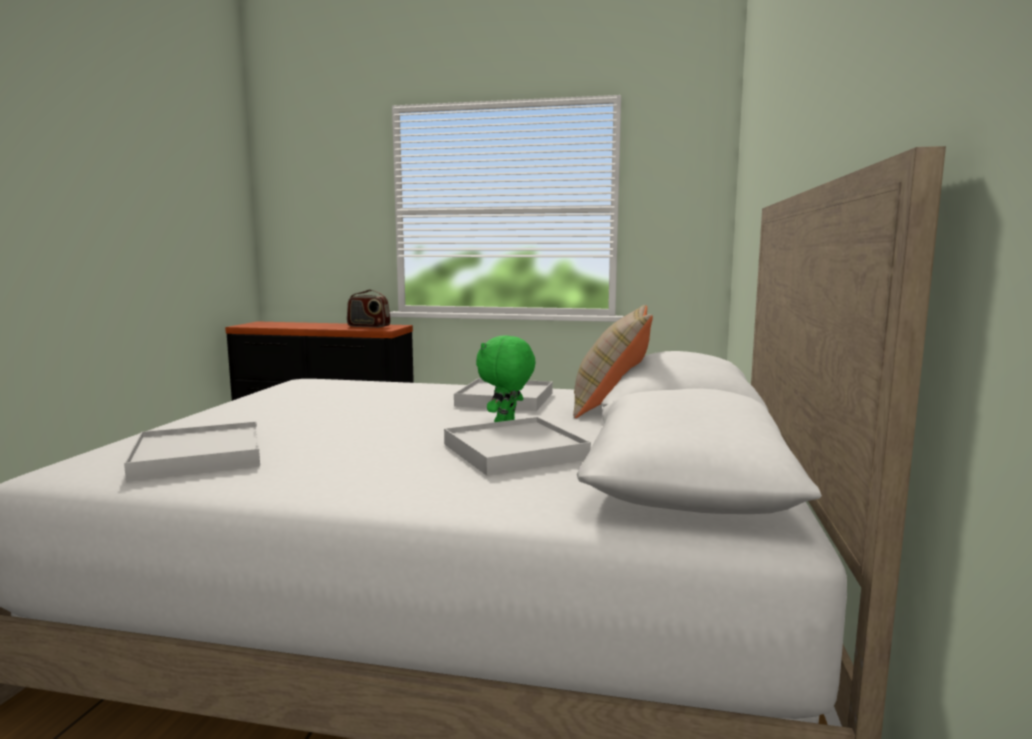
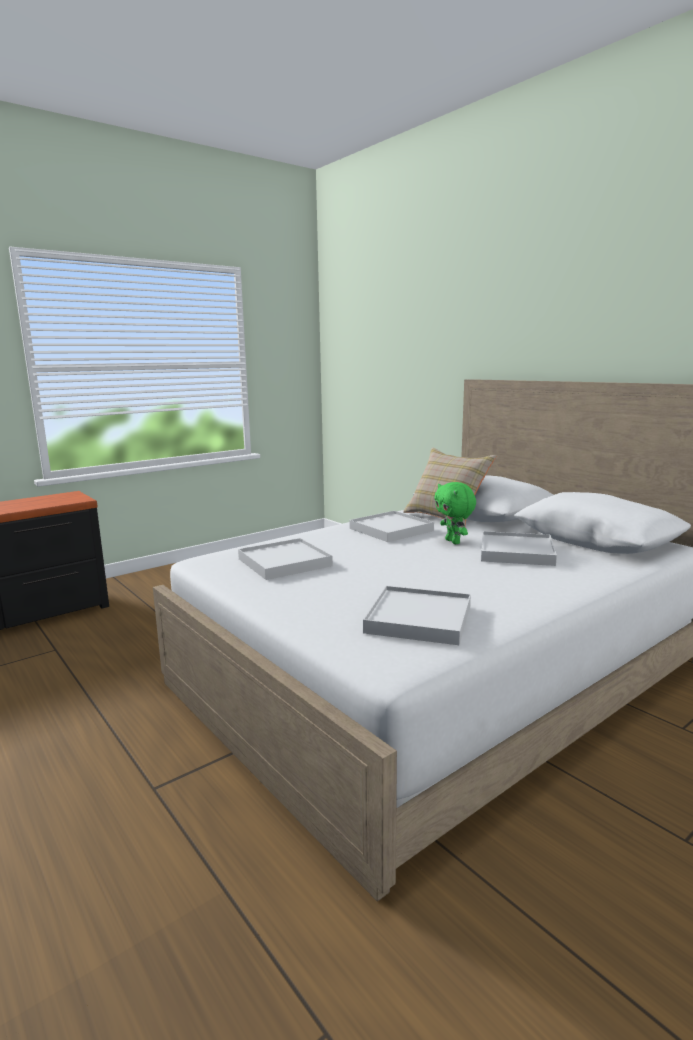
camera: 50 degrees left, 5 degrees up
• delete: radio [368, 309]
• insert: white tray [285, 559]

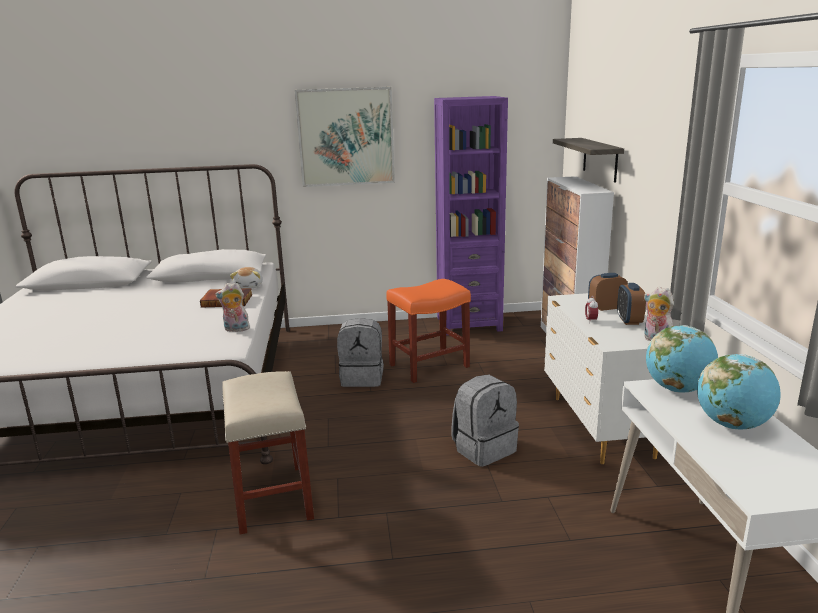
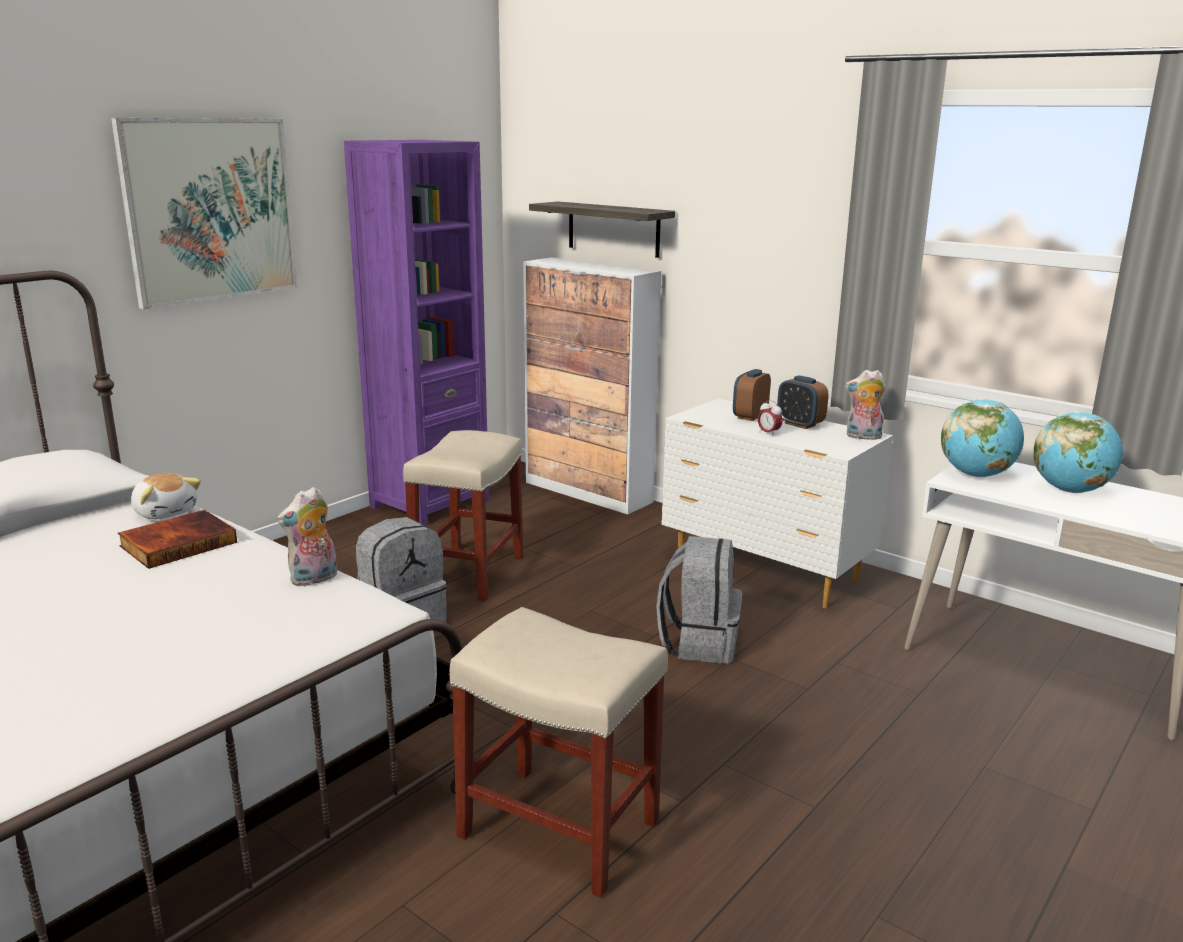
camera: 45 degrees left, 0 degrees up
• recolor: orange stool [428, 331] to beige stool [463, 515]

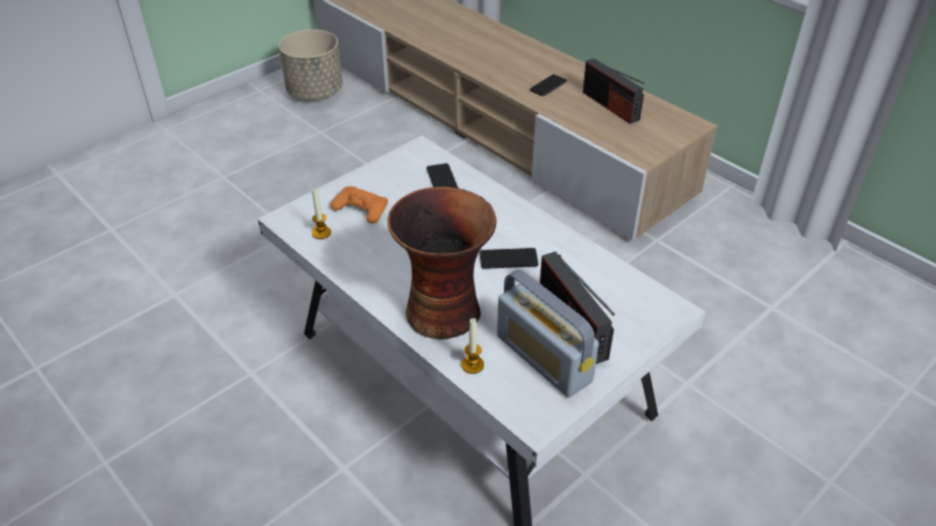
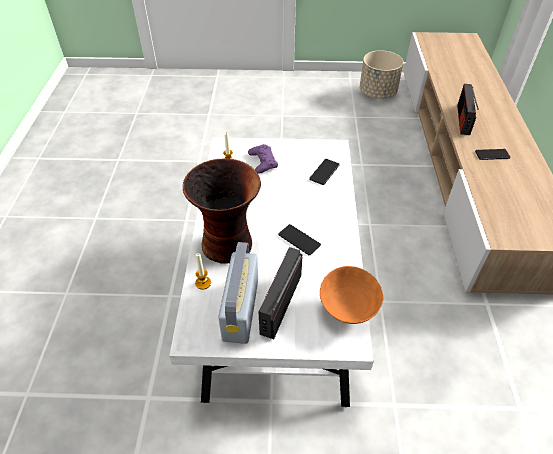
camera: 45 degrees right, 5 degrees up
• recolor: orange game controller [359, 205] to purple game controller [263, 159]
• move: radio [614, 91] to [468, 109]
• insert: orange bowl [351, 295]

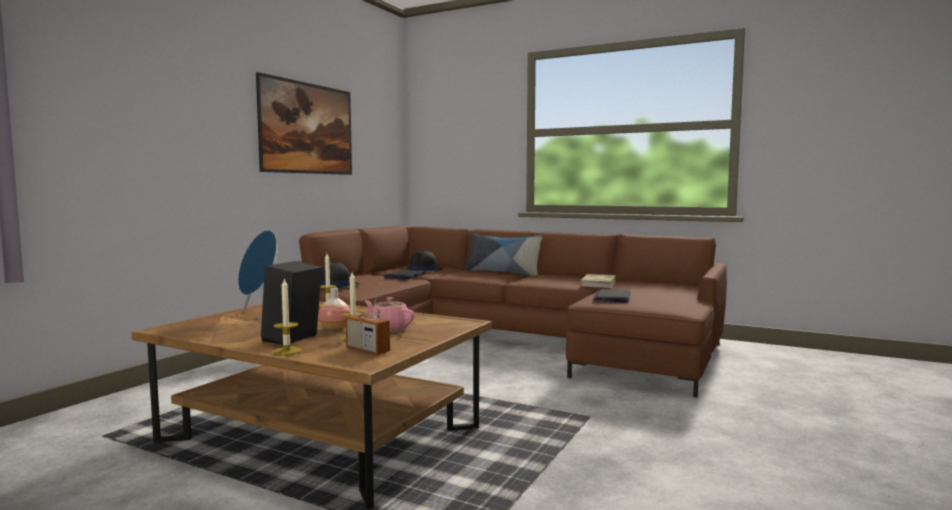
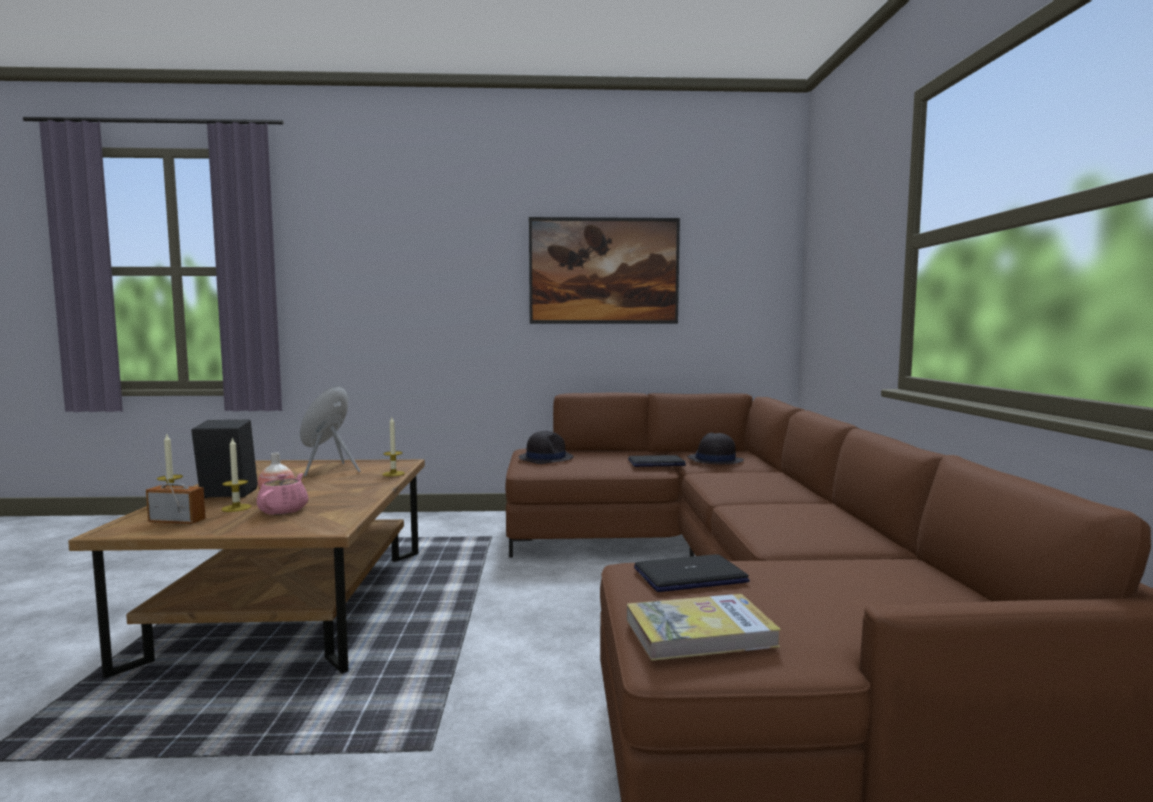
camera: 60 degrees right, 0 degrees up
• rotate: radio [368, 319] = [176, 488] 90 degrees clockwise
• delete: pillow [503, 254]
• move: book [598, 281] to [704, 627]

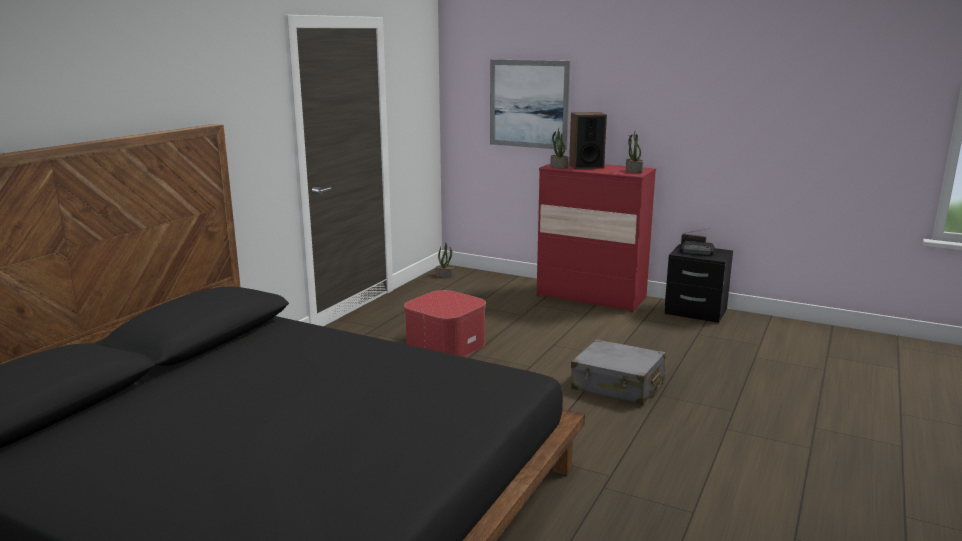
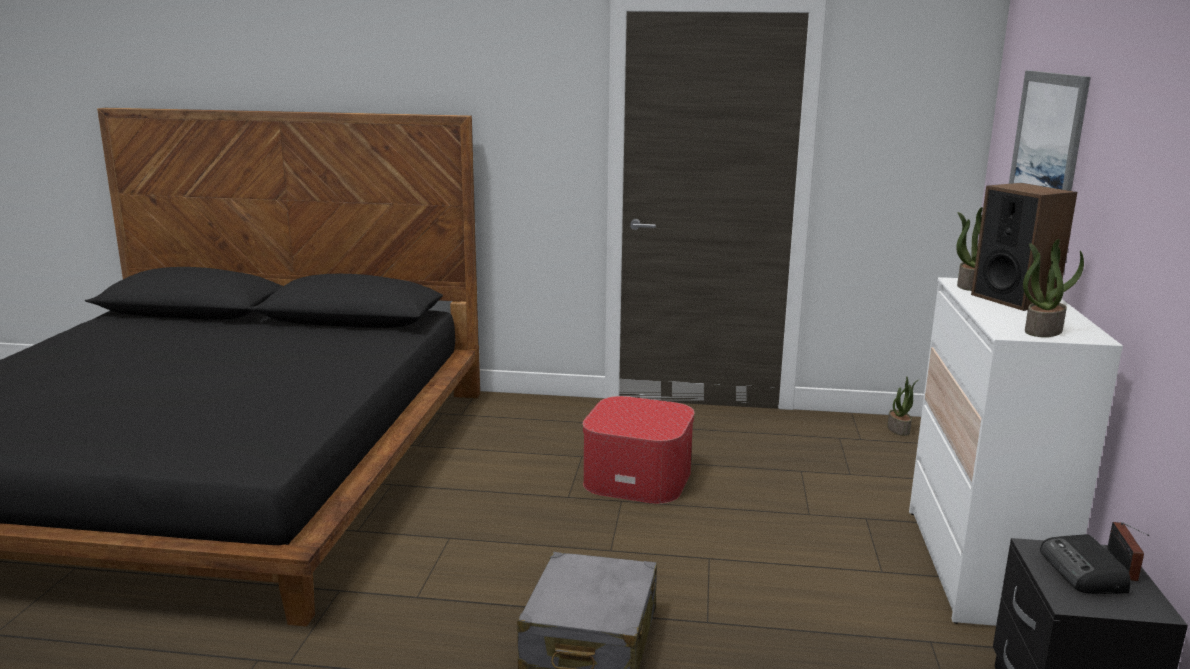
camera: 70 degrees right, 0 degrees up
• recolor: red dresser [596, 236] to white dresser [1016, 451]

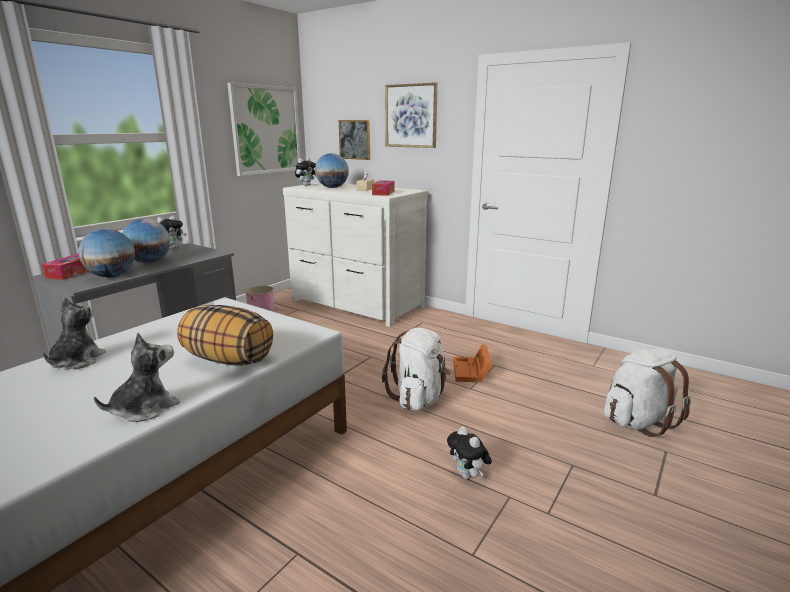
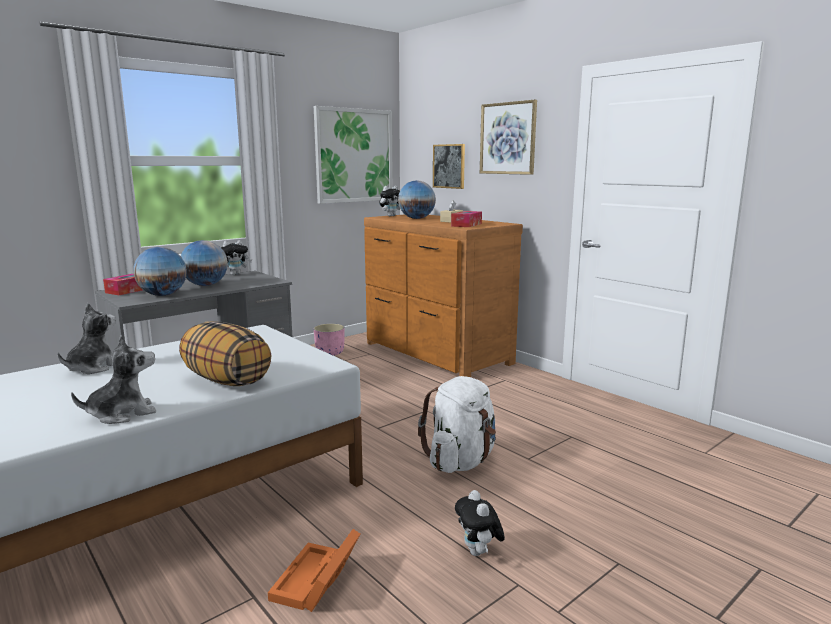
camera: 15 degrees right, 5 degrees down
• recolor: white dresser [355, 255] to brown dresser [443, 295]
• move: orange storage box [472, 363] to [314, 570]
• delete: white backpack [647, 392]

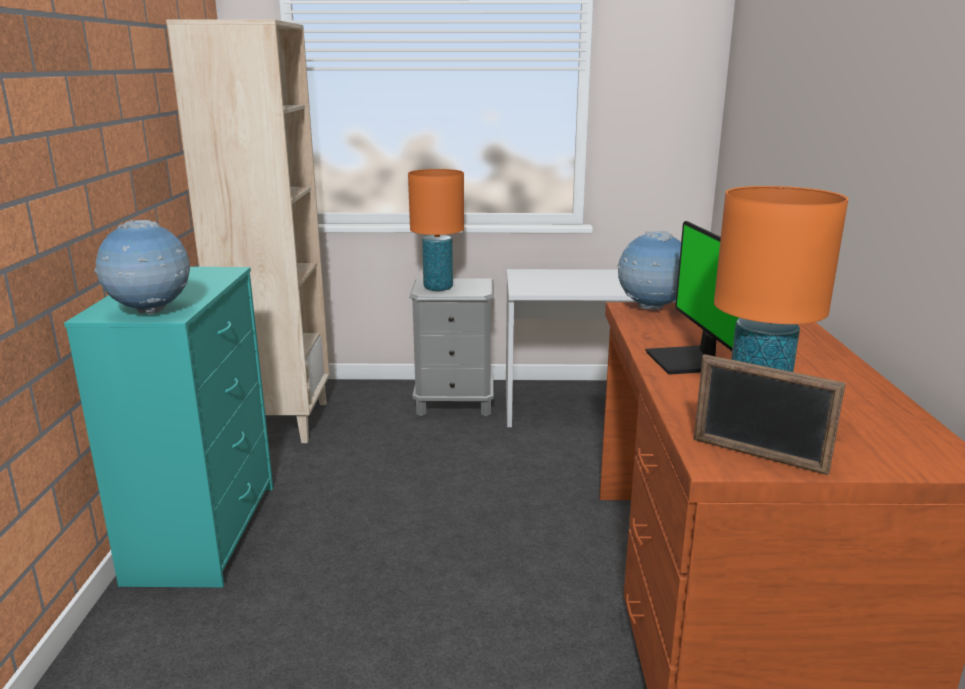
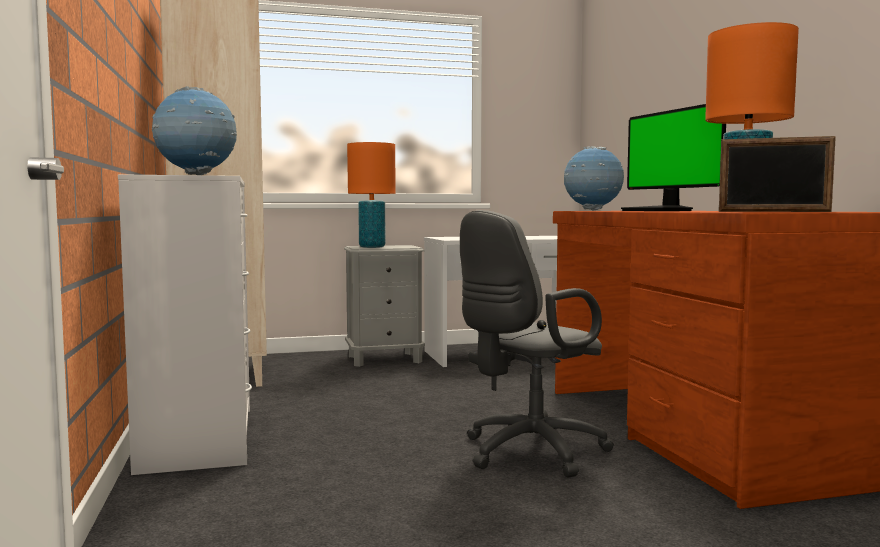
camera: 15 degrees left, 15 degrees down
• recolor: turquoise dresser [168, 427] to white dresser [185, 324]
• insert: grey office chair [537, 343]

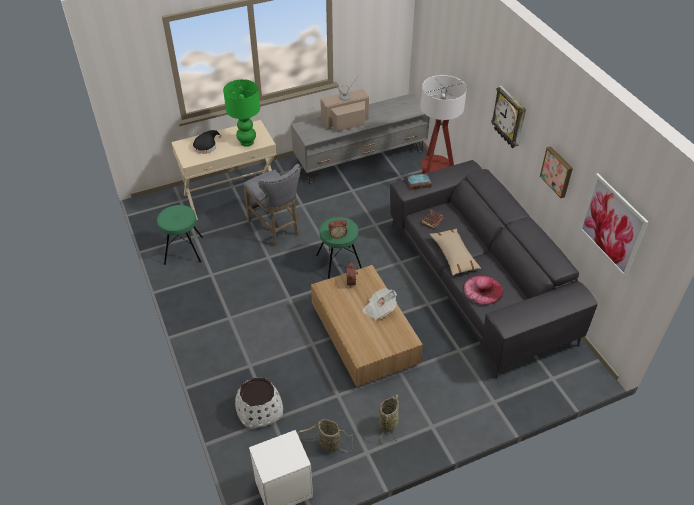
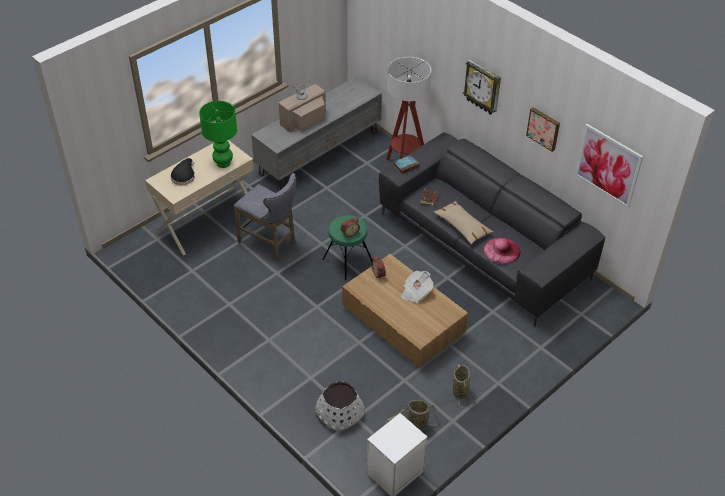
camera: 20 degrees left, 0 degrees up
• delete: green stool [180, 235]

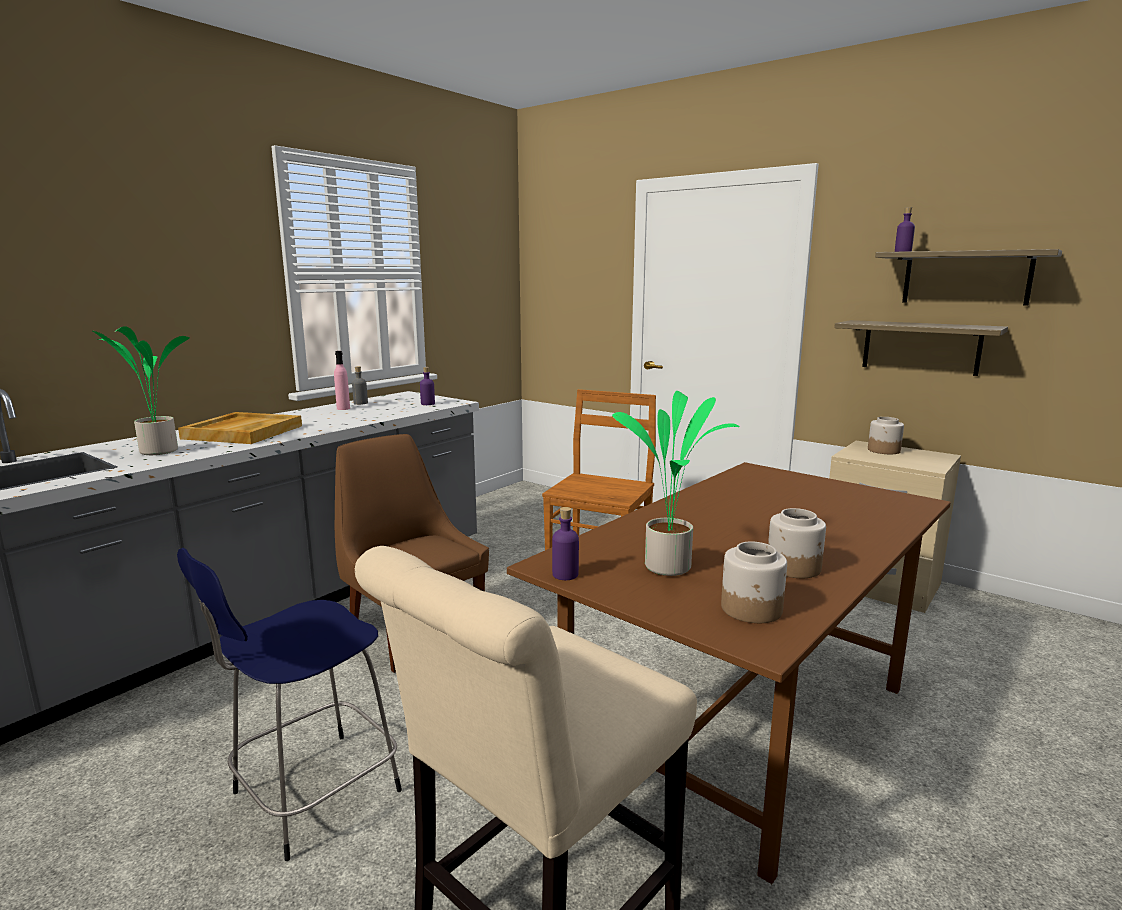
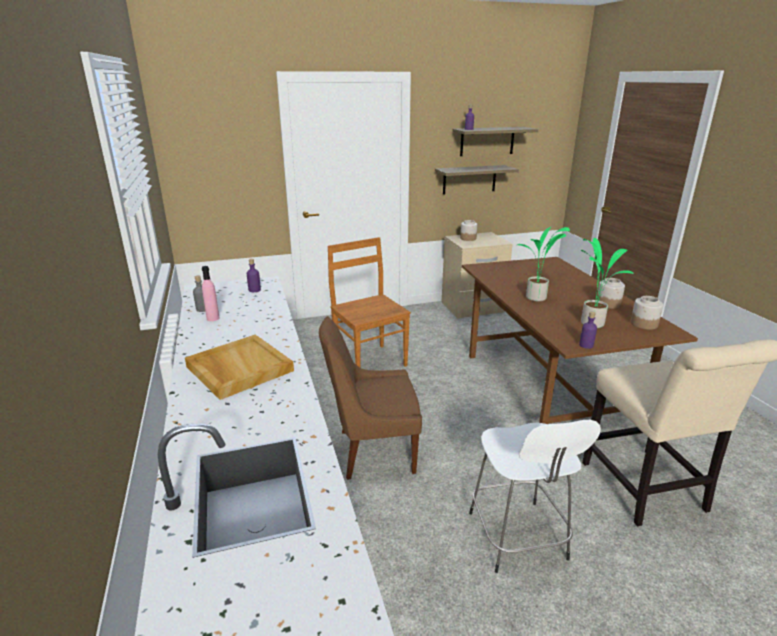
camera: 55 degrees left, 10 degrees up
• move: potted plant [141, 390] to [543, 264]
• recolor: blue stool [289, 704] to white stool [535, 496]

